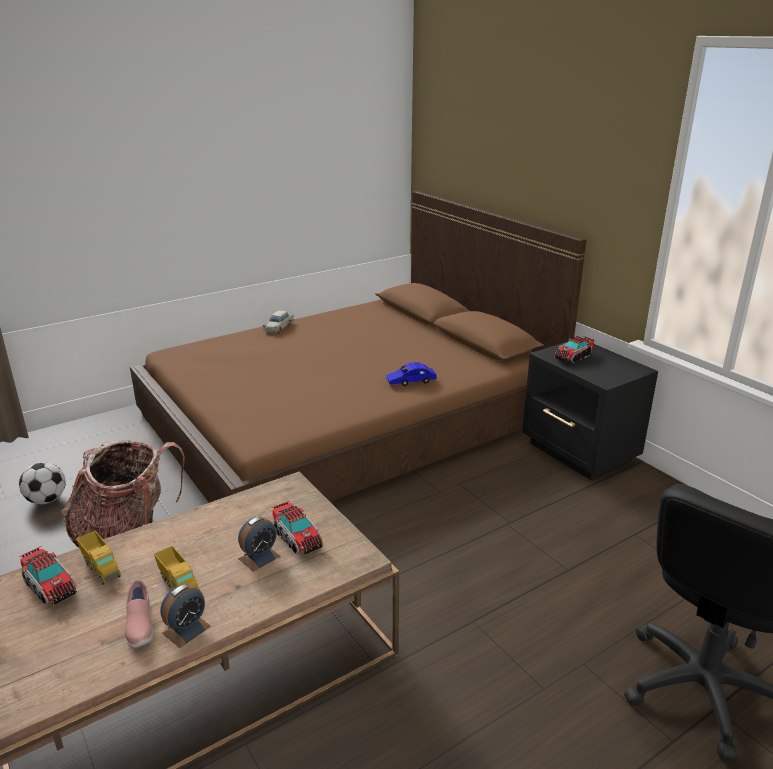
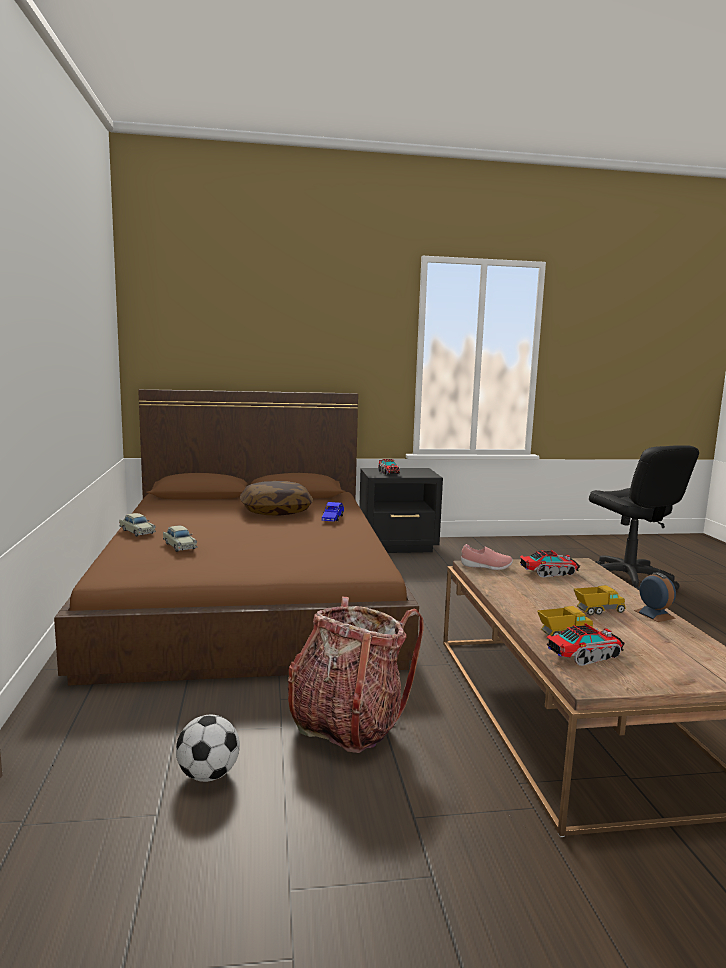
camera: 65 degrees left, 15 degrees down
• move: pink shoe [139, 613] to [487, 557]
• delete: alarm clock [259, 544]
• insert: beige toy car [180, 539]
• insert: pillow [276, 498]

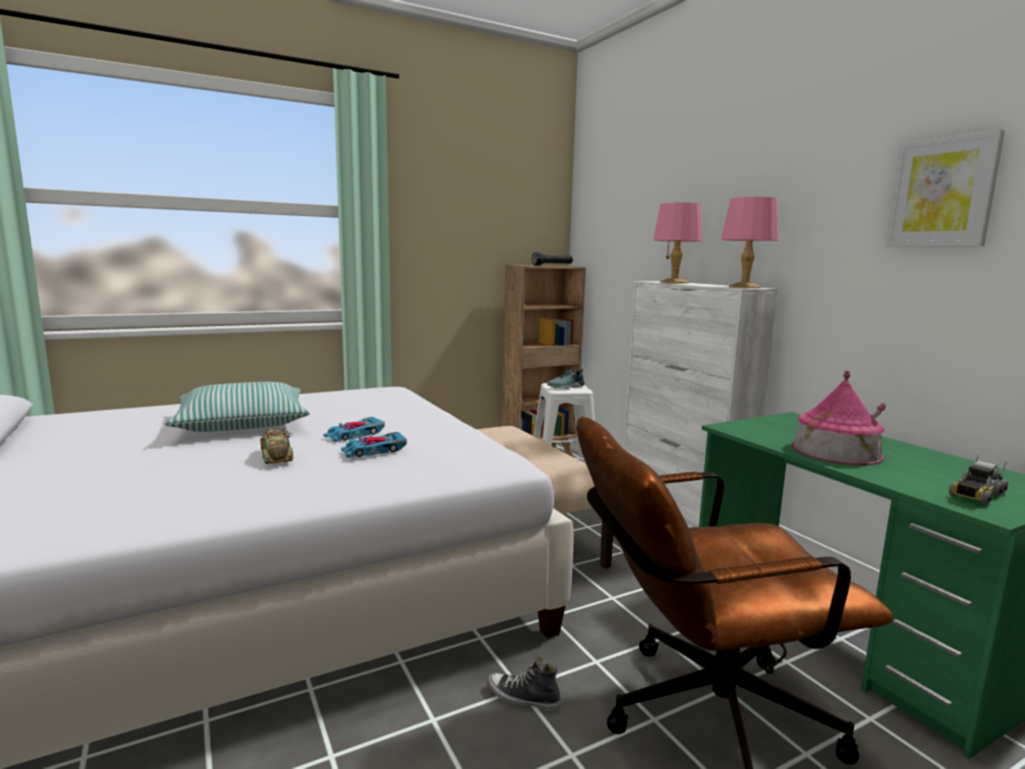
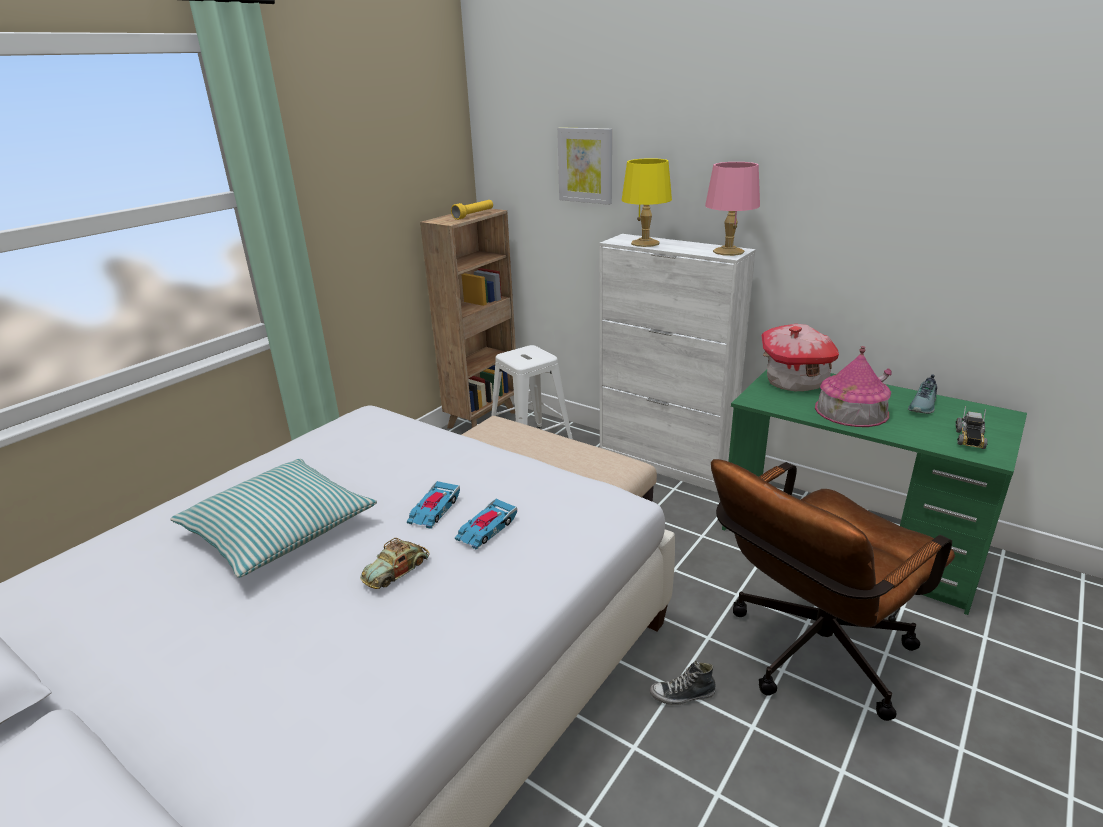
camera: 25 degrees left, 15 degrees up
• rotate: toy car [276, 446] = [395, 563] 90 degrees counterclockwise
• recolor: black flashlight [552, 258] to yellow flashlight [472, 210]
• move: shoe [566, 378] to [922, 394]
• recolor: pink table lamp [677, 243] to yellow table lamp [646, 202]
• move: picture [945, 188] to [584, 166]
• insert: toy house [800, 357]

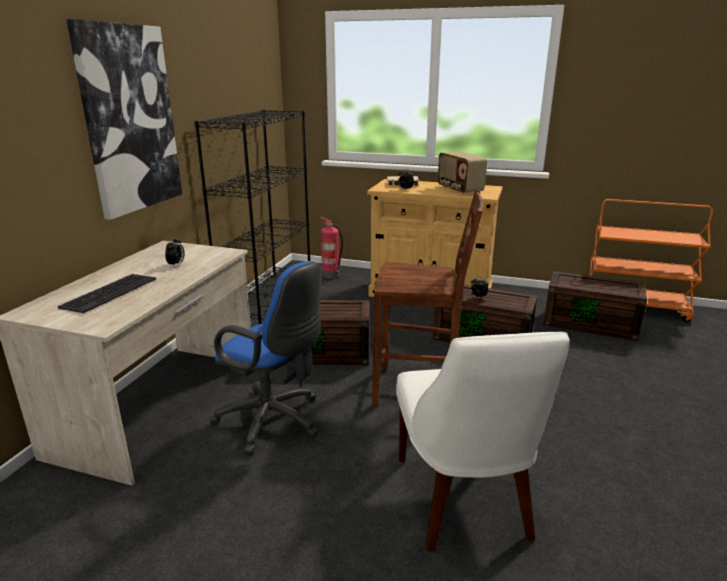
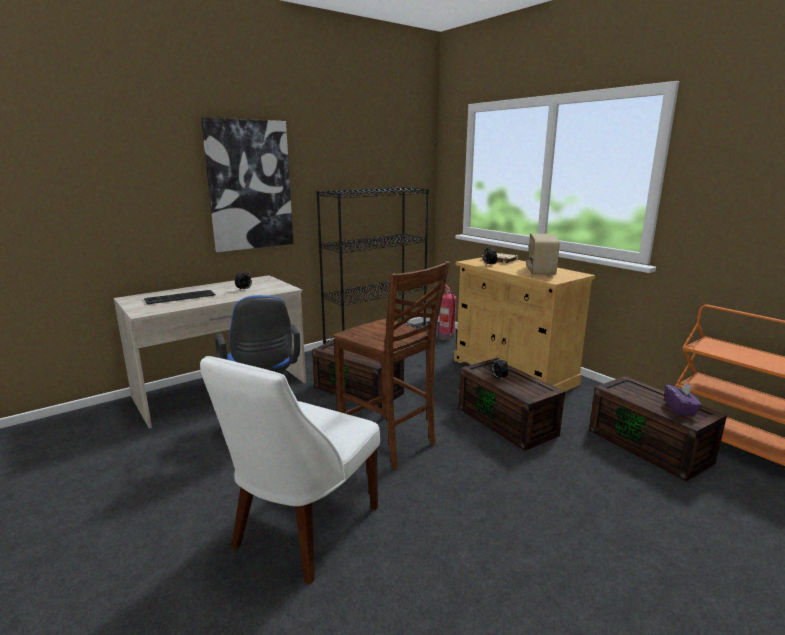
camera: 35 degrees right, 5 degrees down
• insert: purple tissue box [683, 399]

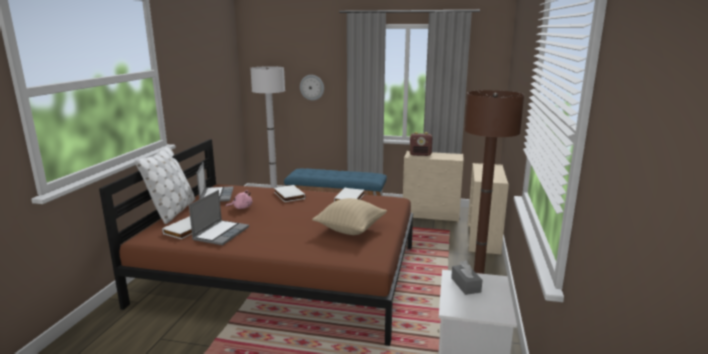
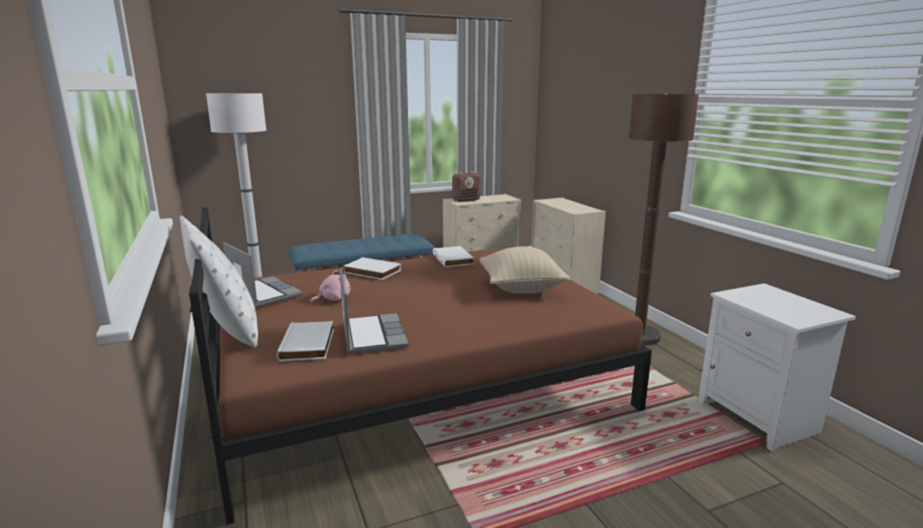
camera: 35 degrees left, 0 degrees up
• delete: wall clock [312, 88]
• delete: grey tissue box [466, 277]

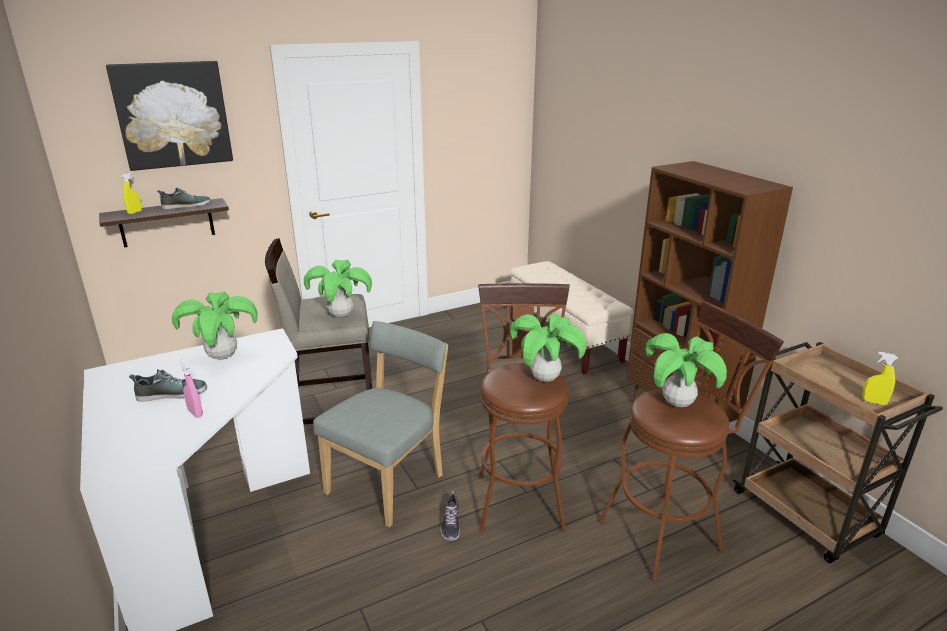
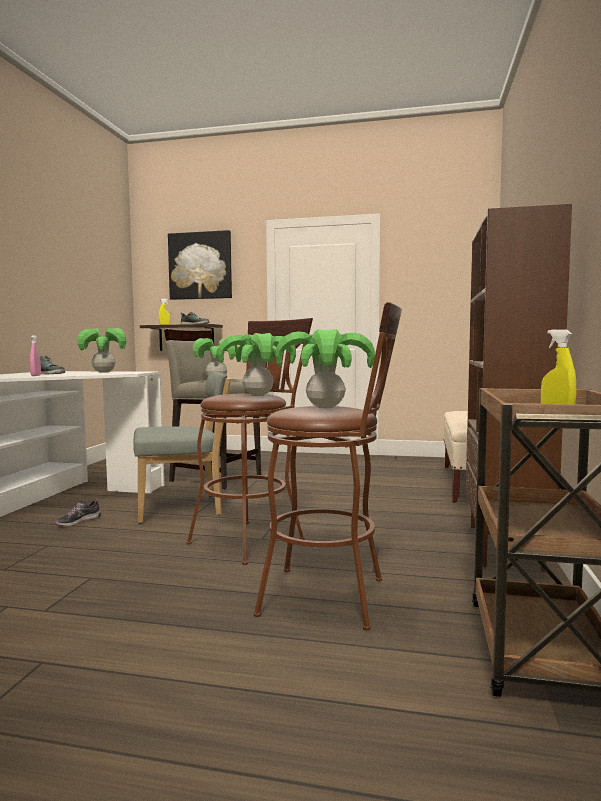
camera: 40 degrees right, 20 degrees down
• move: shoe [450, 516] to [78, 512]

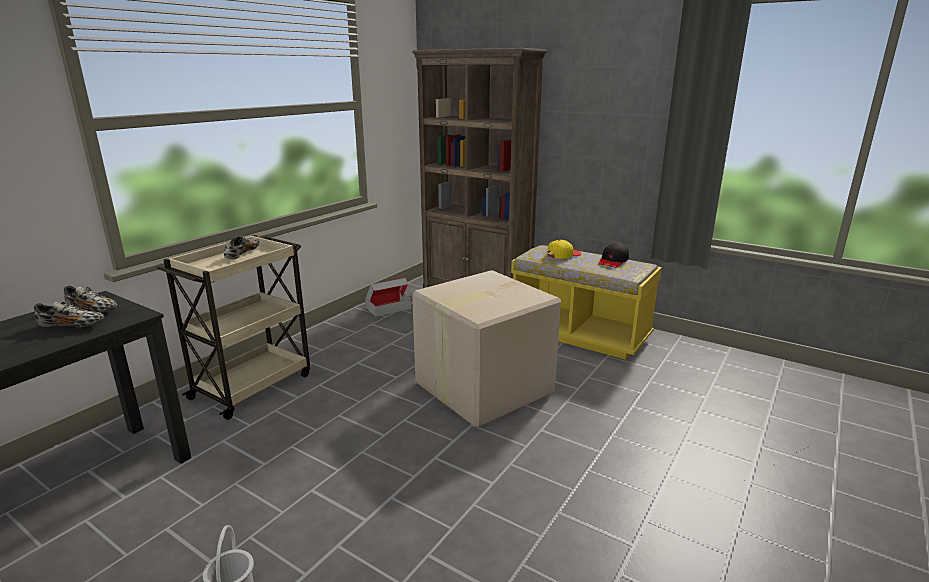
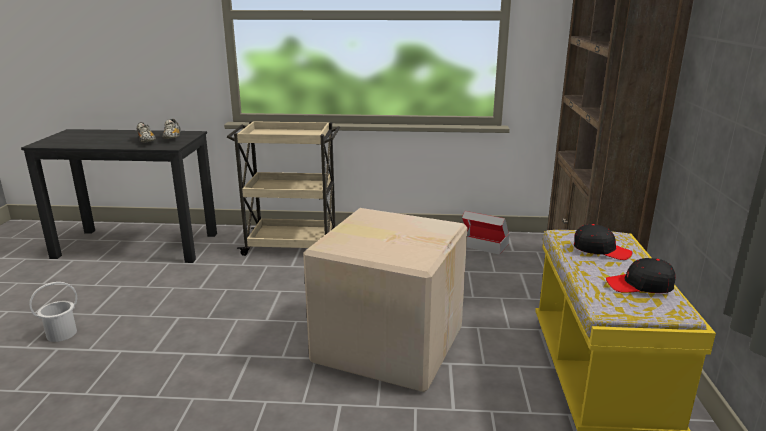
camera: 60 degrees right, 0 degrees up
• delete: shoe [242, 247]
• recolor: yellow cap [564, 249] to black cap [603, 242]

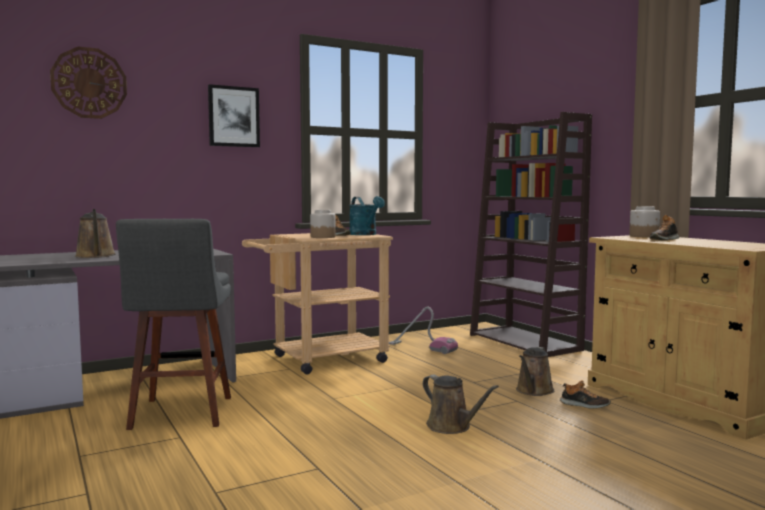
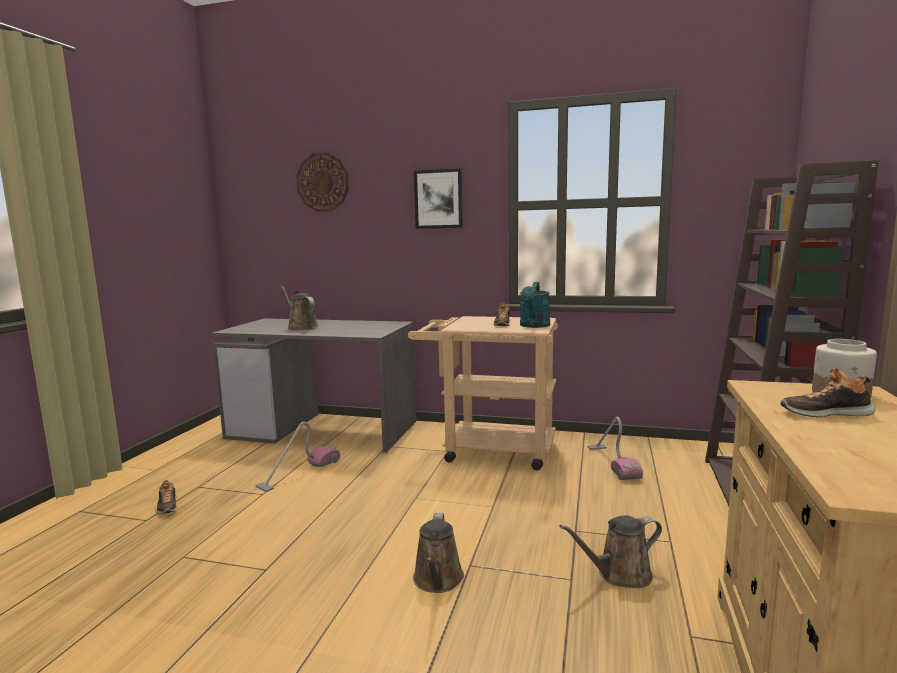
camera: 45 degrees right, 5 degrees up
• rotate: brown watering can [95, 233] = [299, 308] 120 degrees clockwise
• replace: grey stool [173, 324] to vacuum cleaner [298, 457]
• delete: jar [323, 224]
• move: shoe [585, 394] to [166, 497]

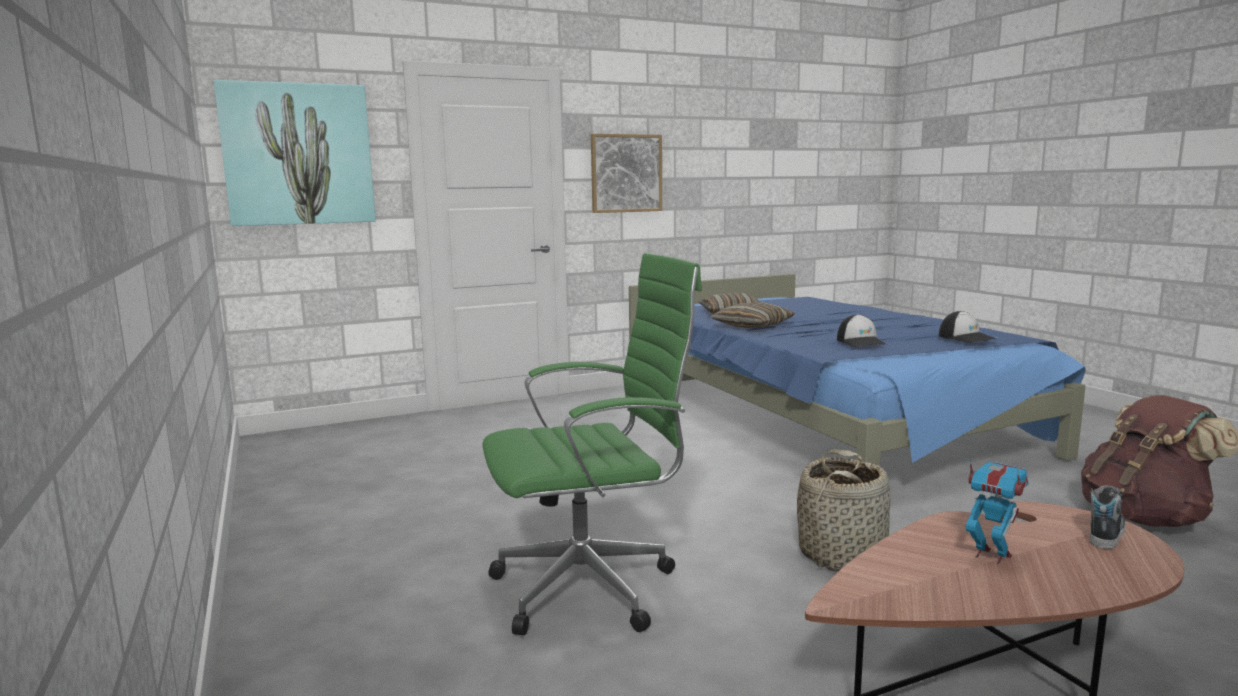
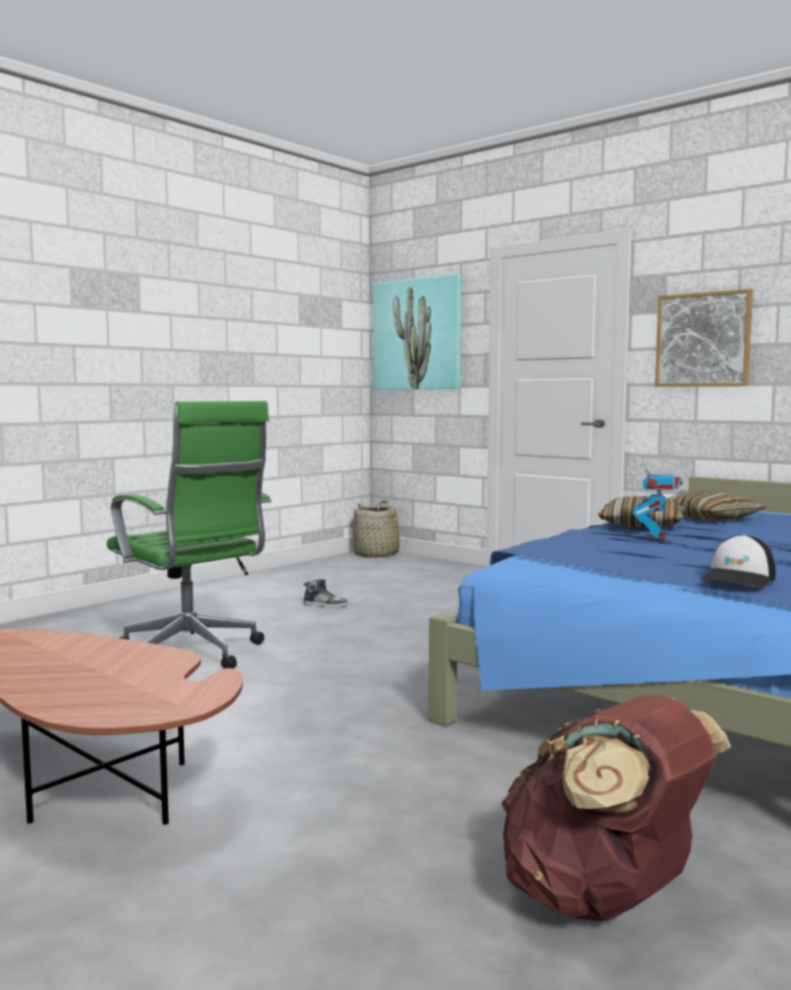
camera: 65 degrees right, 5 degrees down
• move: basket [844, 511] to [379, 529]
• delete: cap [862, 330]
• move: toy robot [997, 509] to [658, 501]
• move: shoe [1107, 517] to [325, 593]

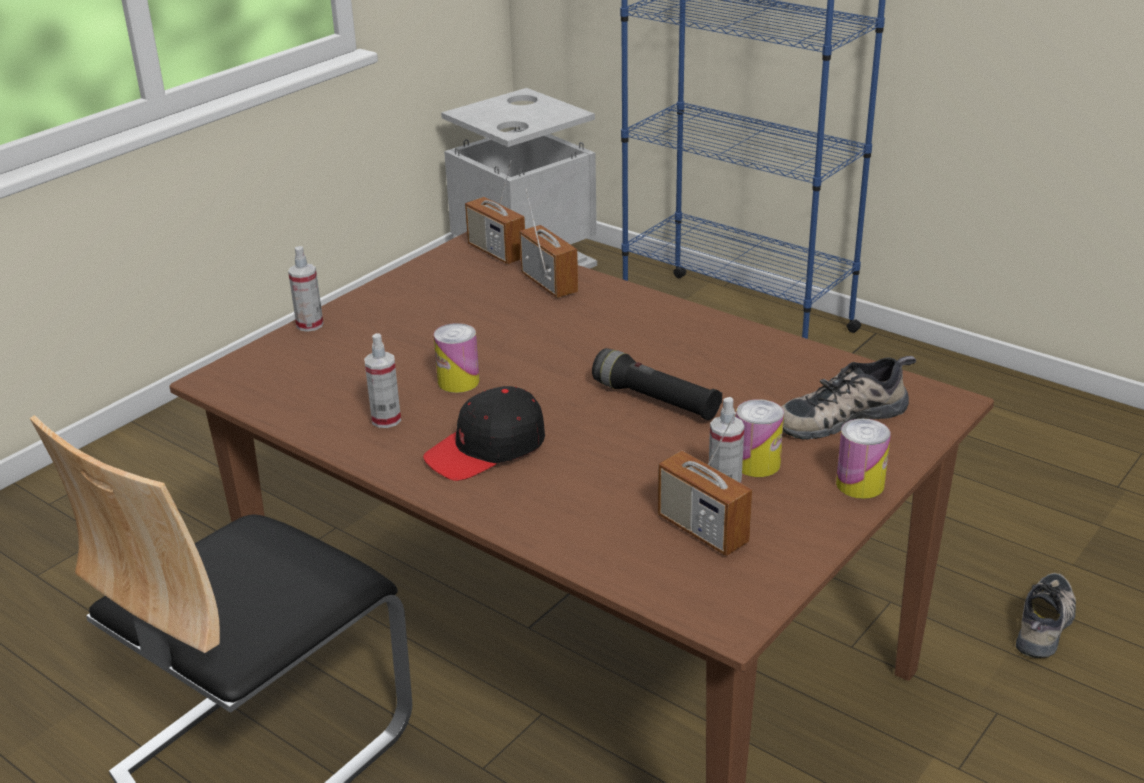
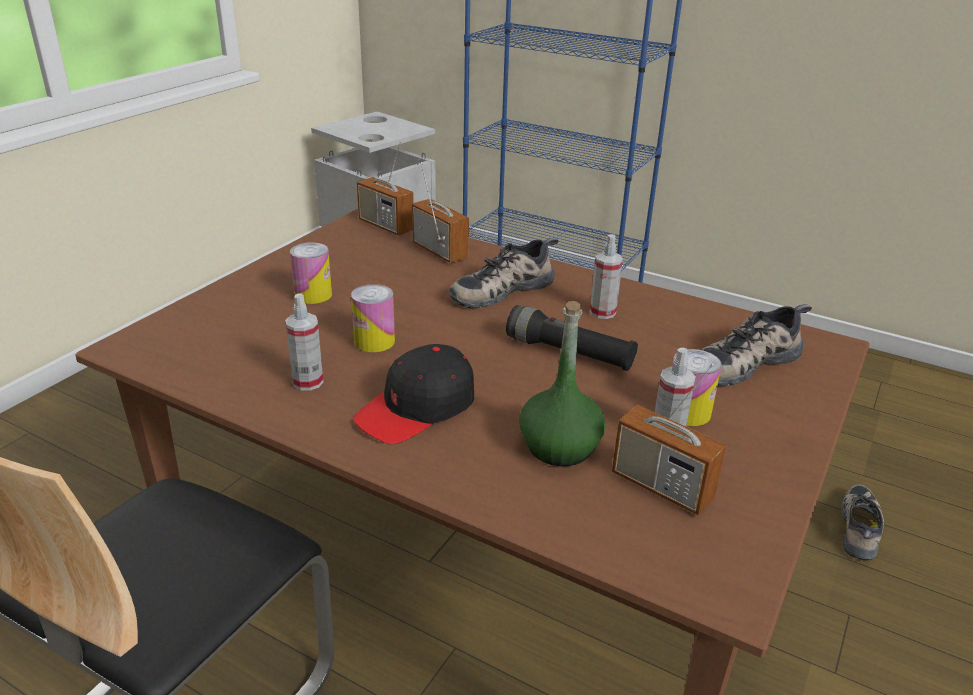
camera: 10 degrees left, 0 degrees up
• move: spray bottle [305, 289] to [606, 276]
• move: can [863, 459] to [311, 273]
• insert: shoe [504, 273]
• insert: green bottle [562, 383]

